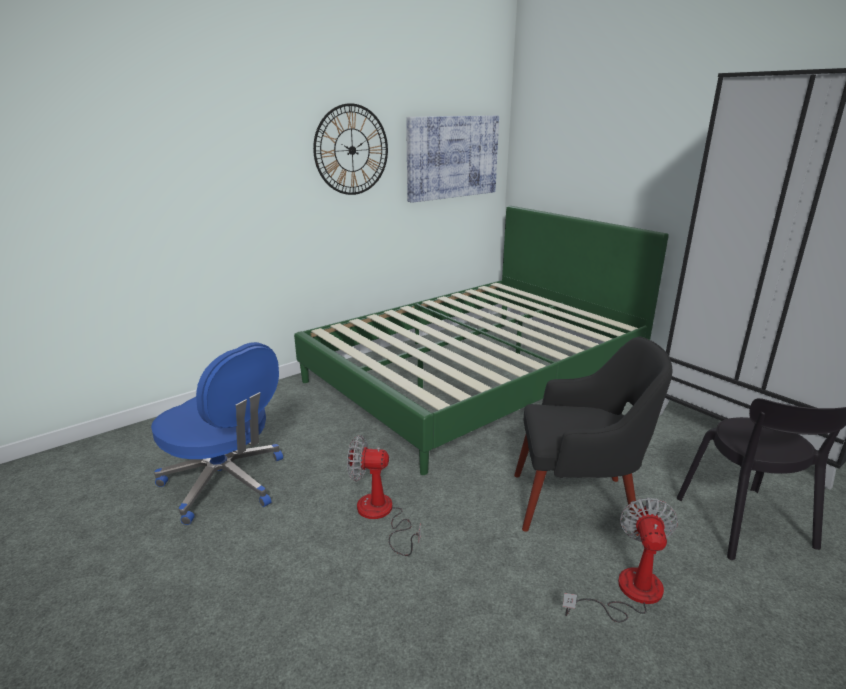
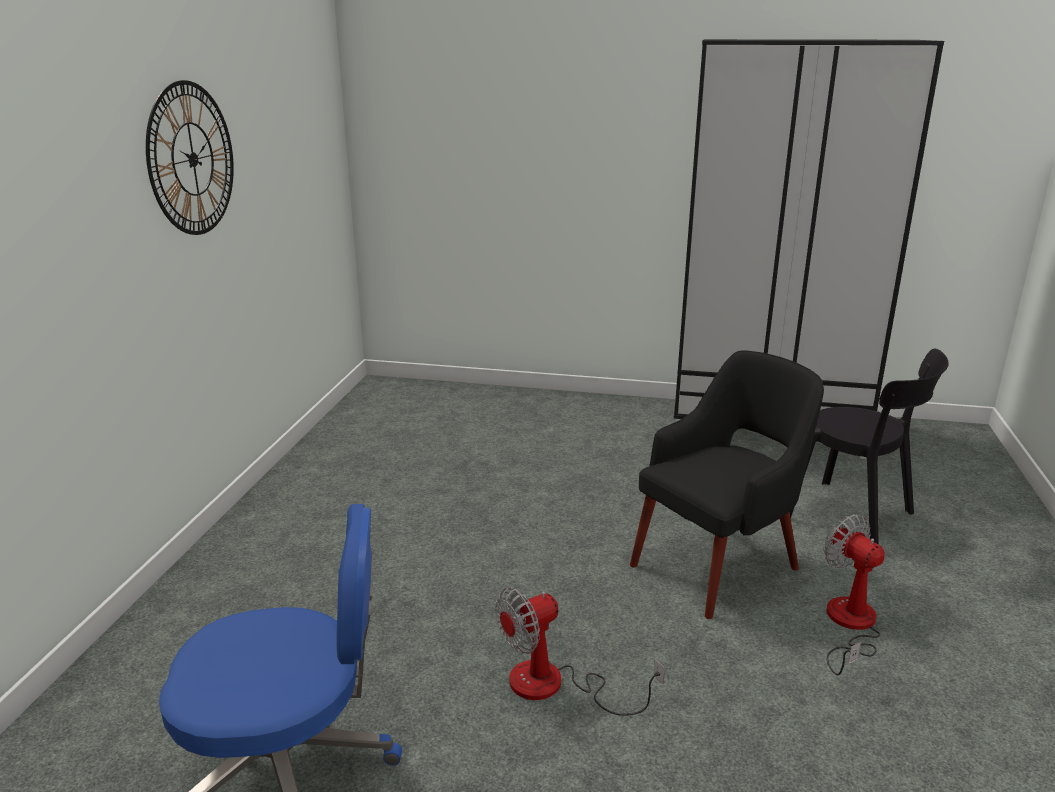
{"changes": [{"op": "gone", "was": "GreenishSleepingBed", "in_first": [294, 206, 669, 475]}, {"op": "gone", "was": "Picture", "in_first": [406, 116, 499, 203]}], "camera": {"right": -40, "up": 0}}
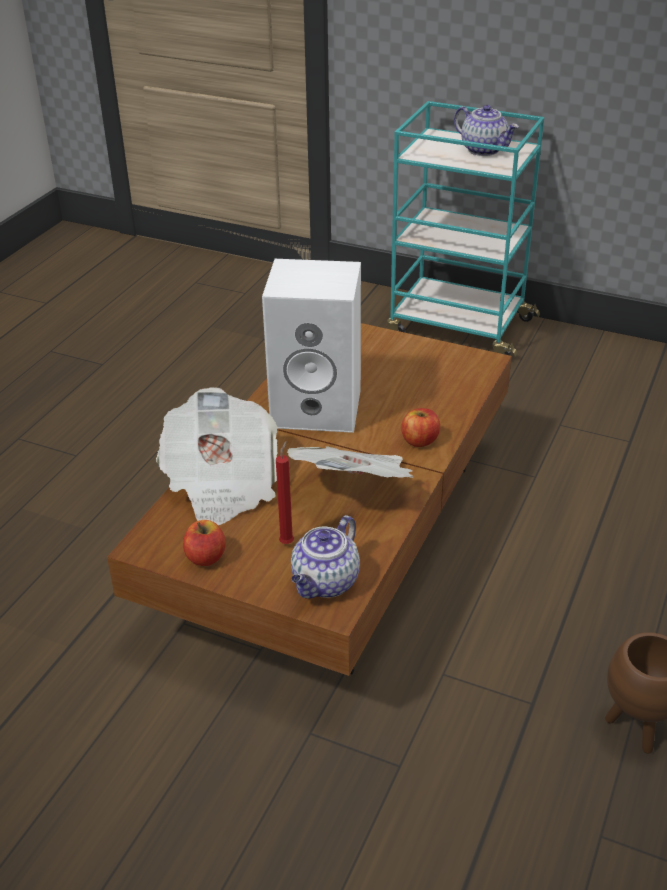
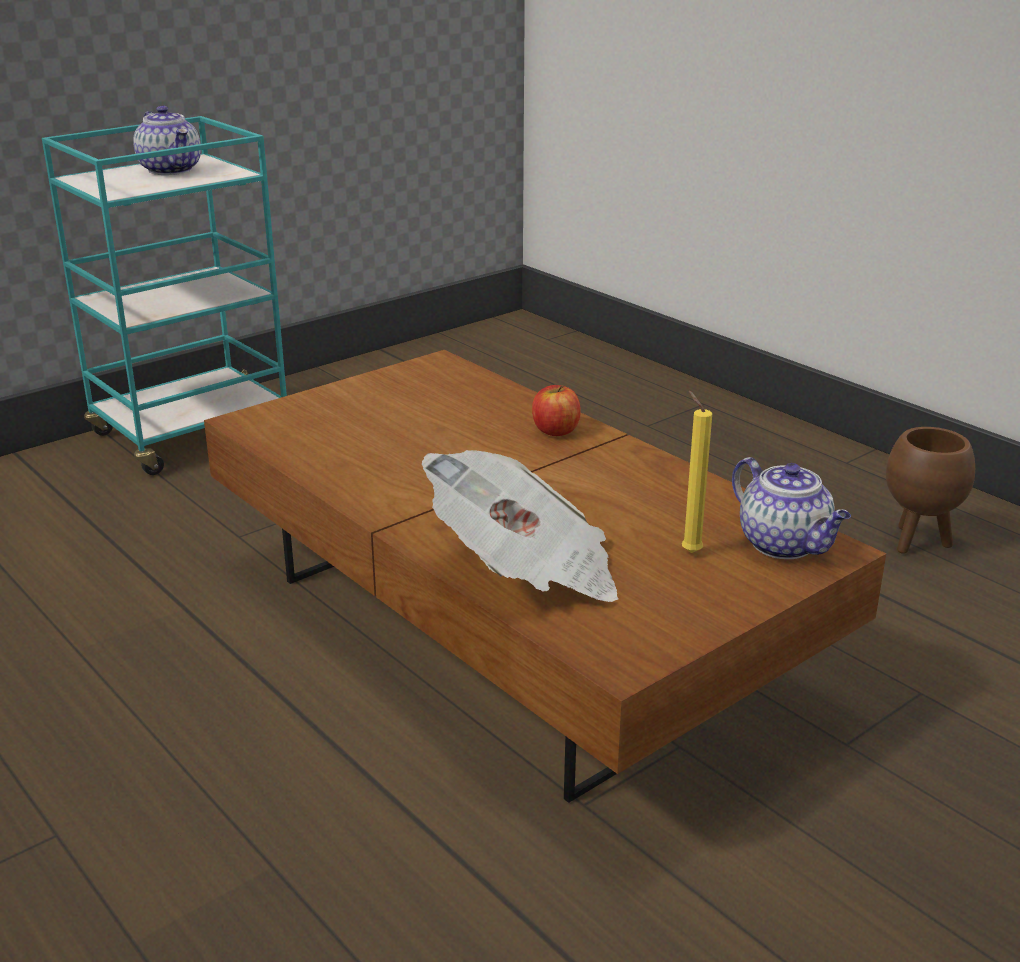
{"changes": [{"op": "rotated", "was": "TeaPot", "in_first": [454, 105, 519, 156], "in_second": [133, 105, 201, 175], "clockwise": 75}, {"op": "repainted", "was": "RedColouredWaxLight", "now": "YellowishWaxLight", "in_first": [276, 441, 294, 544], "in_second": [682, 391, 712, 553]}, {"op": "gone", "was": "Apple", "in_first": [183, 520, 226, 566]}, {"op": "gone", "was": "WhitishAudioSpeaker", "in_first": [262, 259, 361, 433]}, {"op": "gone", "was": "Newspaper", "in_first": [287, 447, 414, 478]}], "camera": {"right": -65, "up": -10}}
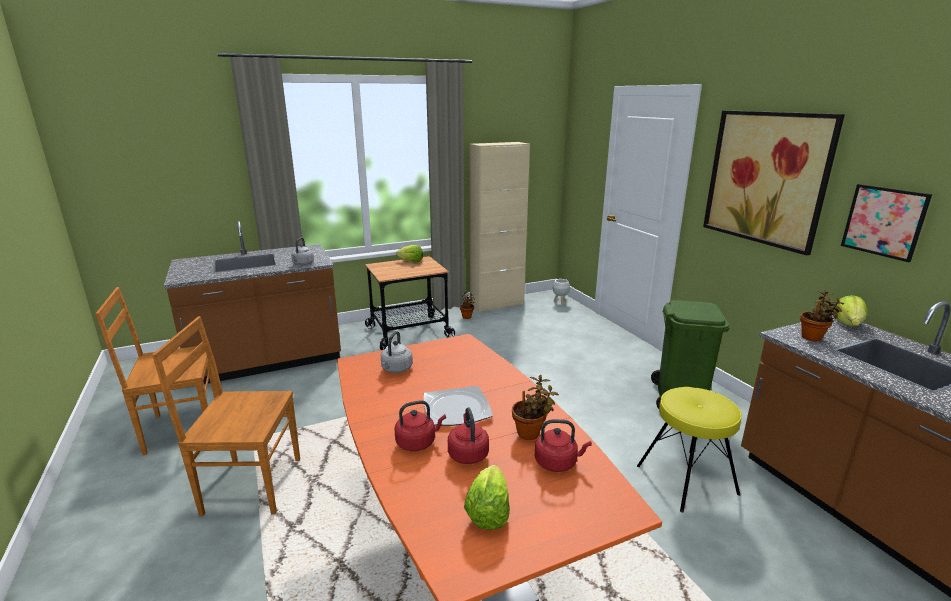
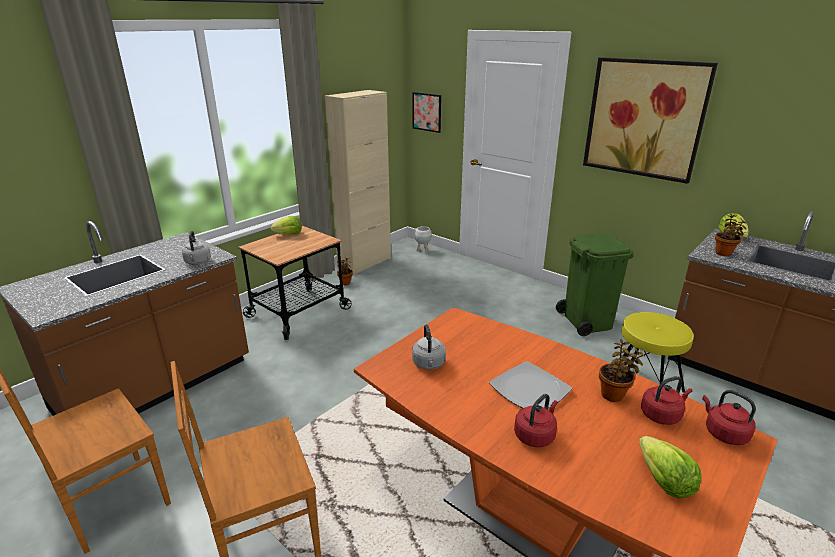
{"changes": [{"op": "shifted", "was": "Picture", "in_first": [841, 184, 932, 262], "in_second": [412, 92, 441, 133]}, {"op": "shifted", "was": "RedColouredKettle", "in_first": [448, 407, 489, 464], "in_second": [702, 390, 756, 445]}], "camera": {"right": -25, "up": 5}}
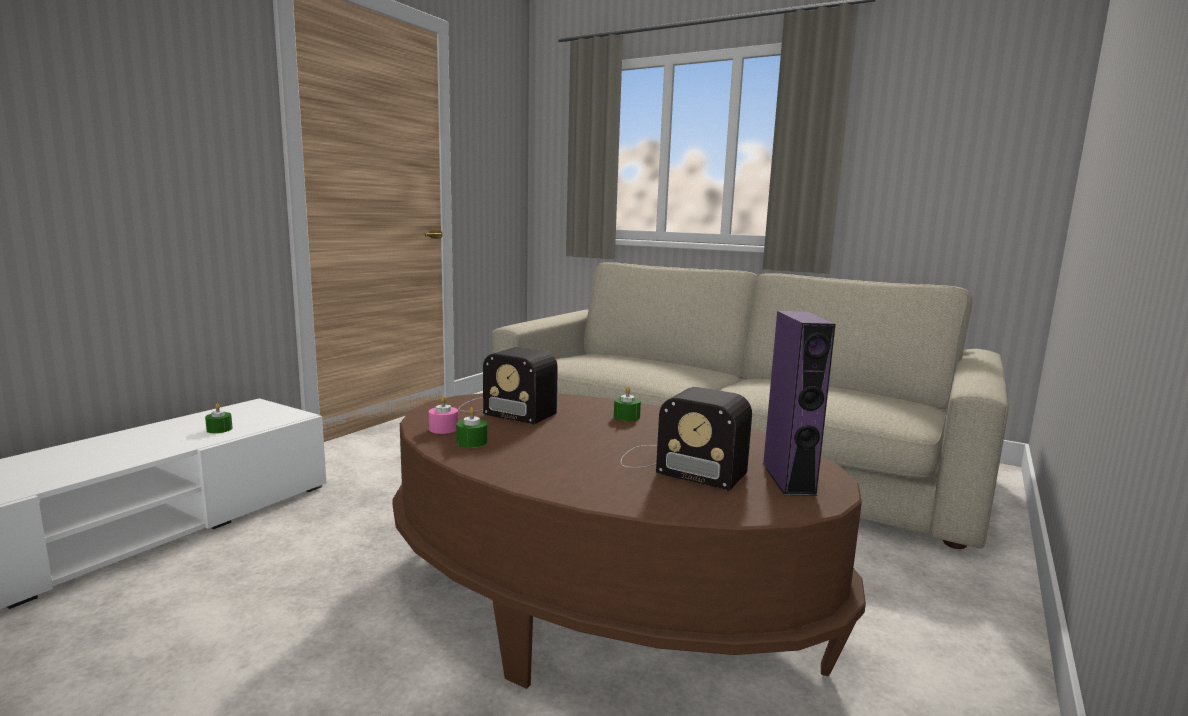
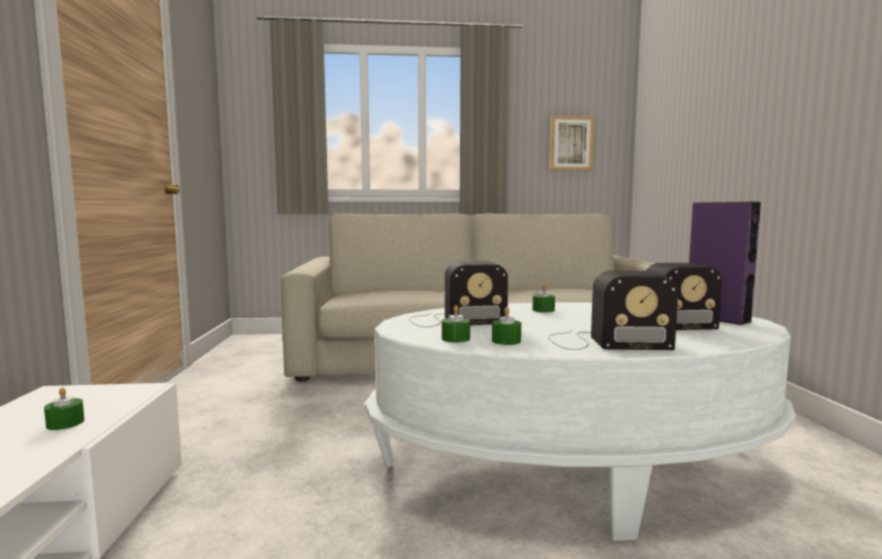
{"changes": [{"op": "repainted", "was": "BrownLoungeTable", "now": "WhitishLoungeTable", "in_first": [392, 393, 866, 689], "in_second": [365, 302, 796, 541]}, {"op": "repainted", "was": "PinkishWaxLight", "now": "GreenishWaxLight", "in_first": [429, 396, 458, 434], "in_second": [442, 305, 470, 343]}, {"op": "new", "now": "Picture", "in_second": [549, 116, 594, 170]}, {"op": "new", "now": "RadioReceiver", "in_second": [549, 271, 678, 350]}], "camera": {"right": -35, "up": -5}}
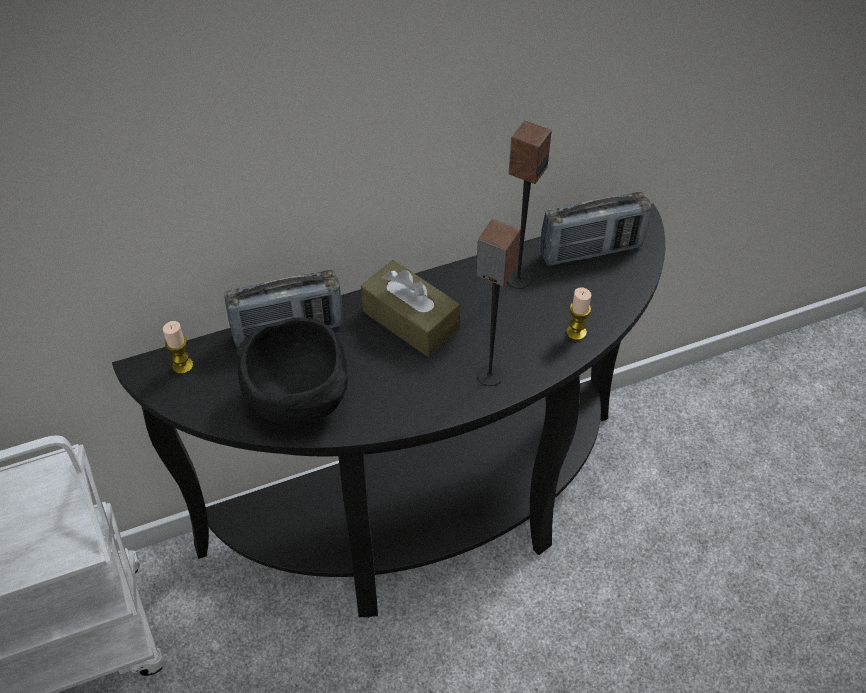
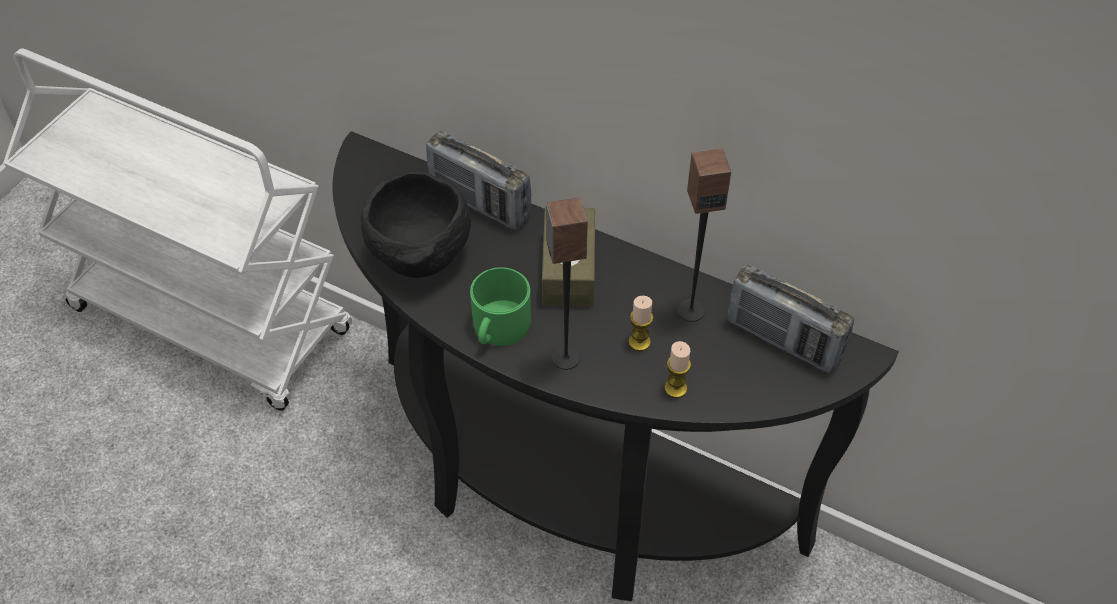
{"changes": [{"op": "new", "now": "GreenishTeaMug", "in_second": [470, 267, 531, 346]}, {"op": "shifted", "was": "WaxLight", "in_first": [163, 321, 193, 374], "in_second": [628, 296, 653, 351]}], "camera": {"right": 50, "up": 0}}
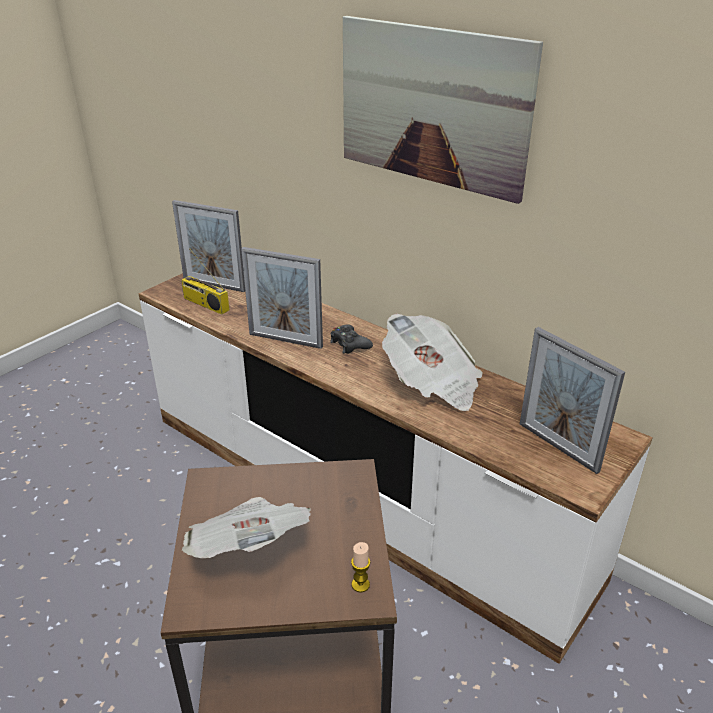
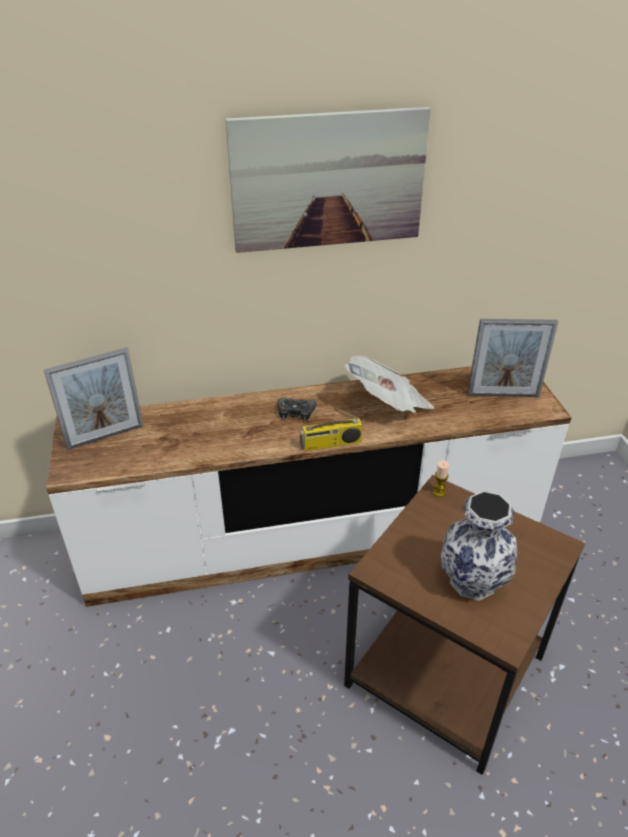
{"changes": [{"op": "shifted", "was": "RadioReceiver", "in_first": [181, 249, 230, 315], "in_second": [300, 397, 362, 451]}, {"op": "shifted", "was": "WaxLight", "in_first": [351, 542, 370, 593], "in_second": [433, 461, 449, 497]}, {"op": "swapped", "was": "Newspaper", "now": "FlowerVase", "in_first": [182, 497, 311, 558], "in_second": [441, 491, 517, 601]}, {"op": "gone", "was": "PhotoFrame", "in_first": [241, 247, 323, 349]}], "camera": {"right": -50, "up": 5}}
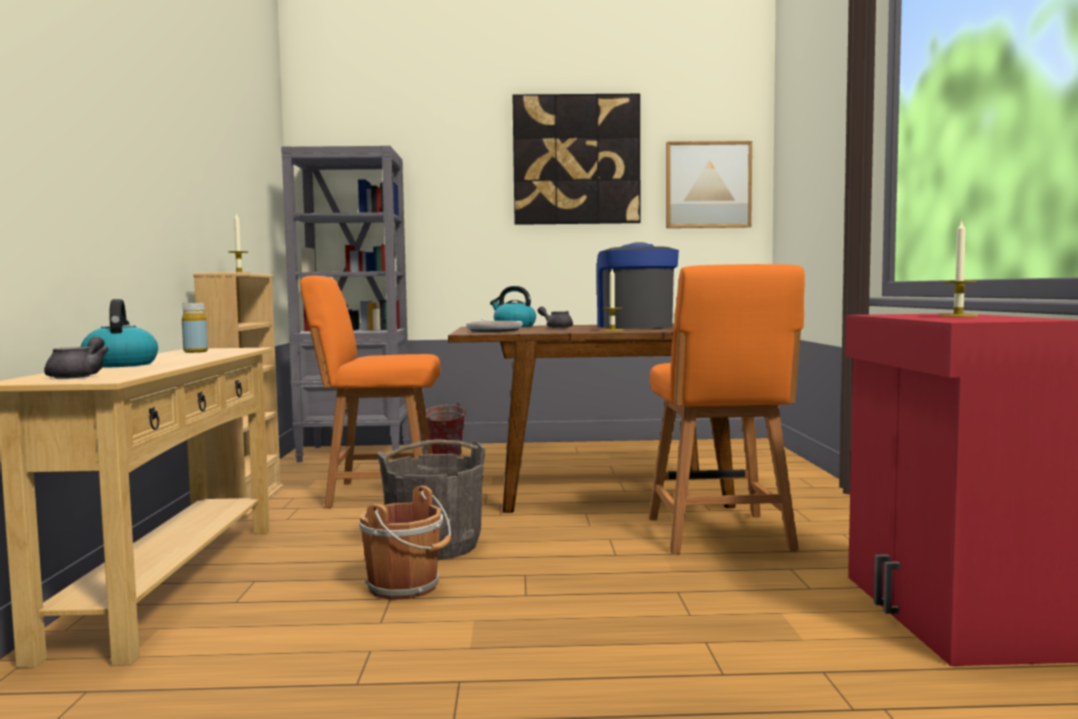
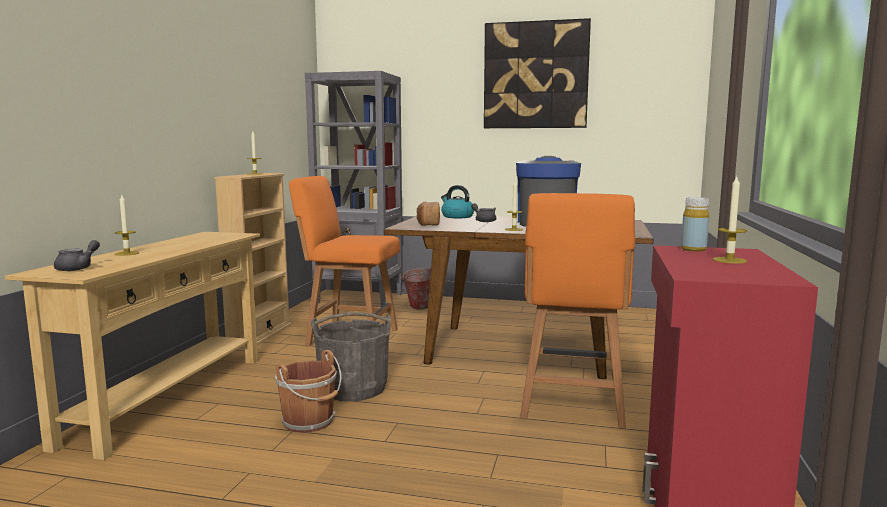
{"changes": [{"op": "swapped", "was": "Kettle", "now": "WaxLight", "in_first": [81, 299, 158, 368], "in_second": [115, 195, 140, 256]}, {"op": "swapped", "was": "Pan", "now": "BakedBread", "in_first": [466, 318, 523, 332], "in_second": [417, 202, 440, 226]}, {"op": "shifted", "was": "YellowishDrinkBottle", "in_first": [182, 303, 208, 353], "in_second": [681, 197, 709, 251]}, {"op": "gone", "was": "Picture", "in_first": [666, 141, 752, 228]}], "camera": {"right": 15, "up": 5}}
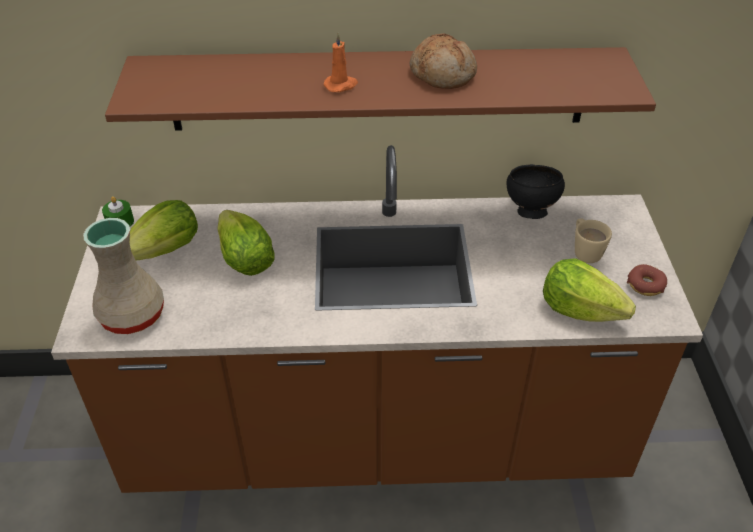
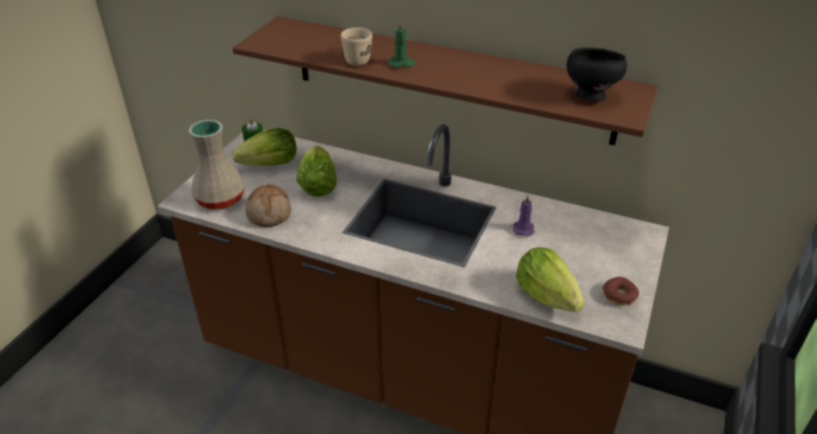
{"changes": [{"op": "shifted", "was": "BakedBread", "in_first": [410, 33, 477, 89], "in_second": [245, 184, 291, 227]}, {"op": "shifted", "was": "BeigeColouredTeaMug", "in_first": [575, 218, 612, 263], "in_second": [341, 27, 372, 66]}, {"op": "repainted", "was": "OrangeColouredWaxLight", "now": "GreenishWaxLight", "in_first": [324, 33, 358, 92], "in_second": [388, 21, 416, 67]}, {"op": "new", "now": "PurpleWaxLight", "in_second": [513, 196, 535, 236]}, {"op": "shifted", "was": "BlackColouredDeepDish", "in_first": [507, 164, 565, 219], "in_second": [567, 47, 627, 101]}], "camera": {"right": 25, "up": -5}}
